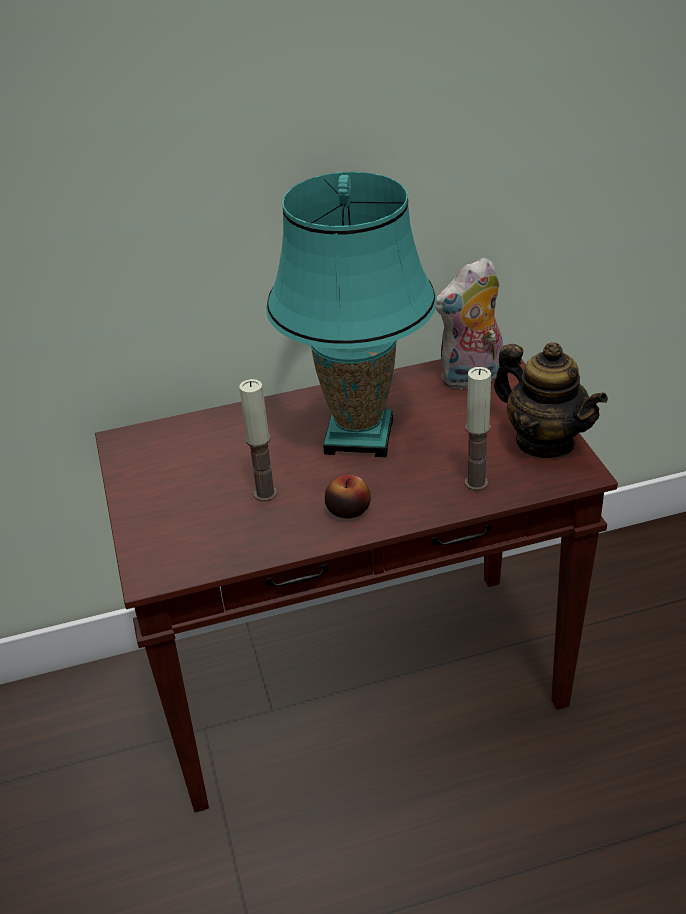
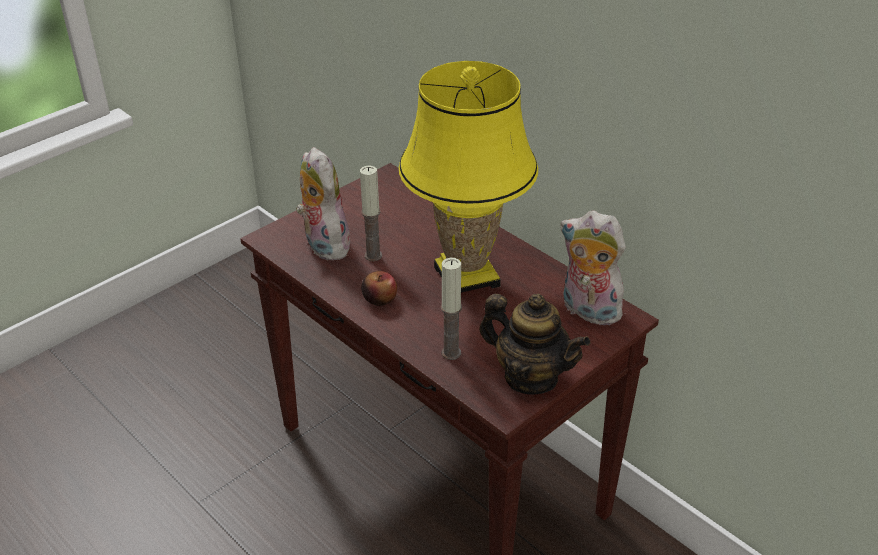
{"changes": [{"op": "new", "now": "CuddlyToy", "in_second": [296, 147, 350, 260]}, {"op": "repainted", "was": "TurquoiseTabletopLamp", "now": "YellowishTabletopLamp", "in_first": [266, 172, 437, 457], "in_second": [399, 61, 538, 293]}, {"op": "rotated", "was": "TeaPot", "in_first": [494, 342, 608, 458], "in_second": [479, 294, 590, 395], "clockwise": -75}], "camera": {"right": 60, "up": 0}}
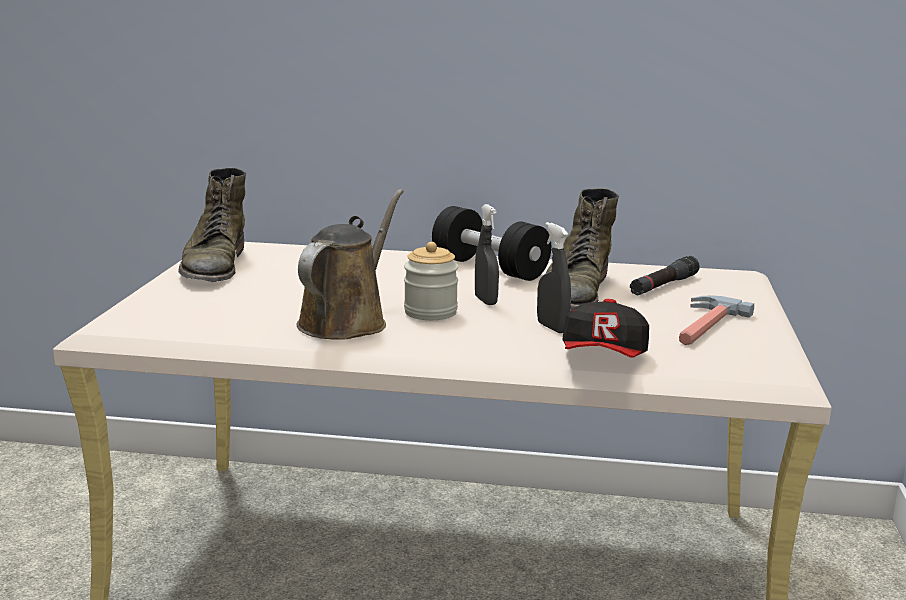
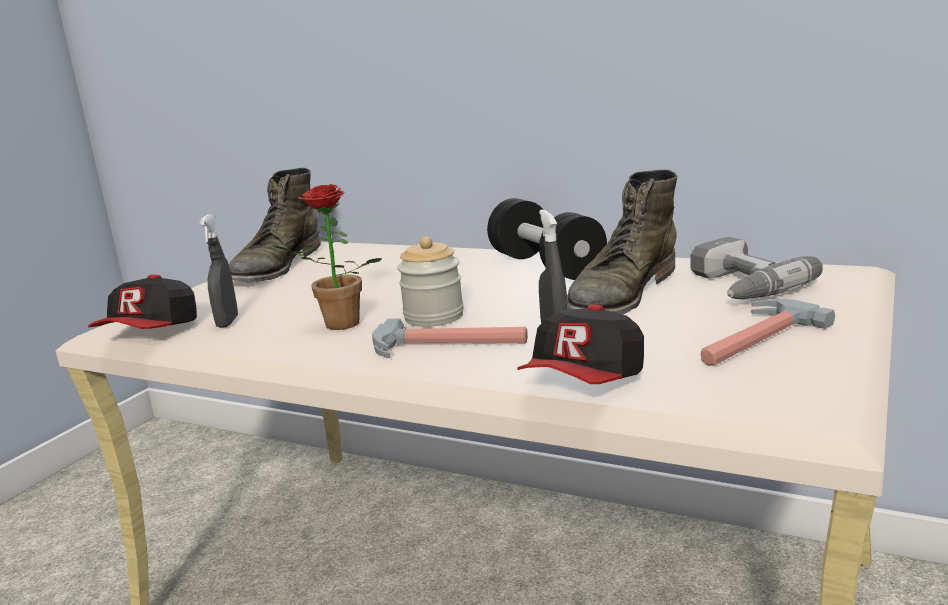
{"changes": [{"op": "new", "now": "PeakedCap", "in_second": [88, 275, 197, 329]}, {"op": "shifted", "was": "GreyishHandSprayer", "in_first": [475, 204, 499, 305], "in_second": [200, 214, 238, 328]}, {"op": "swapped", "was": "BrownWateringPot", "now": "Houseplant", "in_first": [296, 189, 403, 340], "in_second": [272, 184, 382, 330]}, {"op": "new", "now": "ToolHammer", "in_second": [372, 318, 528, 358]}, {"op": "swapped", "was": "BlackColouredTorch", "now": "ElectricDrill", "in_first": [630, 256, 700, 295], "in_second": [691, 237, 823, 300]}], "camera": {"right": 20, "up": 0}}
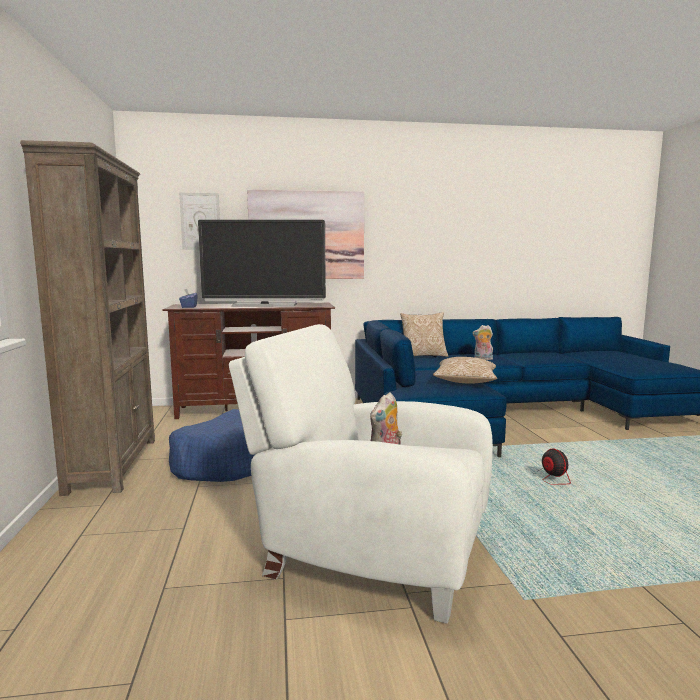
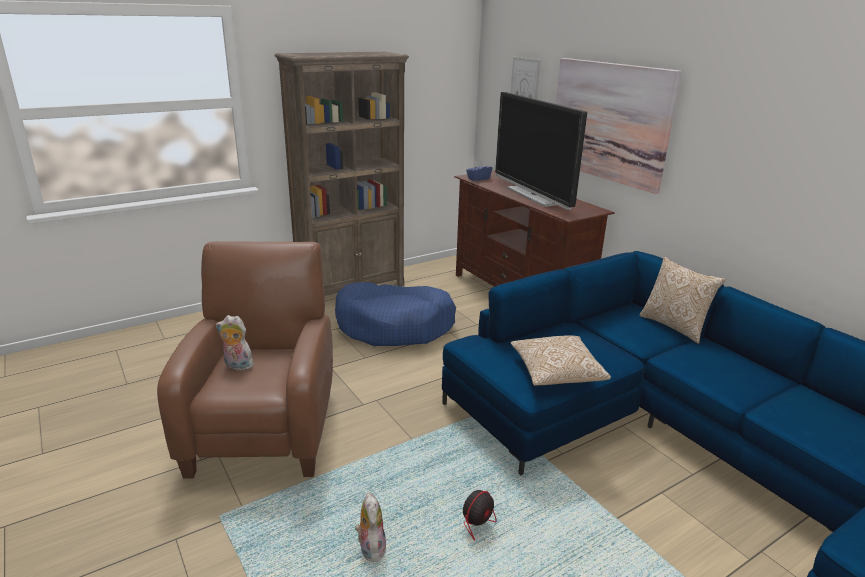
{"changes": [{"op": "repainted", "was": "WhitishEasyChair", "now": "BrownEasyChair", "in_first": [229, 324, 493, 624], "in_second": [157, 241, 333, 479]}, {"op": "shifted", "was": "CuddlyToy", "in_first": [472, 325, 493, 360], "in_second": [355, 492, 386, 562]}], "camera": {"right": 65, "up": 15}}
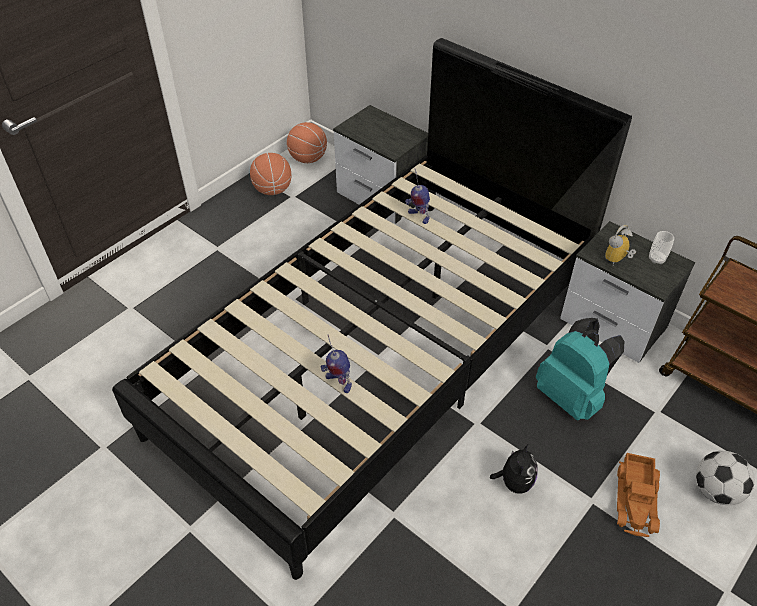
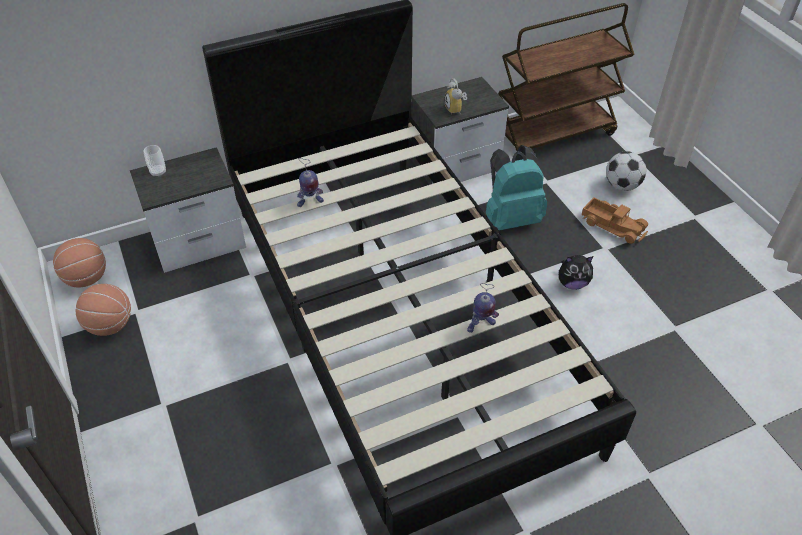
{"changes": [{"op": "shifted", "was": "SmallCup", "in_first": [649, 231, 674, 264], "in_second": [144, 145, 166, 177]}, {"op": "rotated", "was": "CuddlyToy", "in_first": [490, 443, 538, 494], "in_second": [559, 255, 593, 290], "clockwise": 135}], "camera": {"right": -65, "up": 0}}
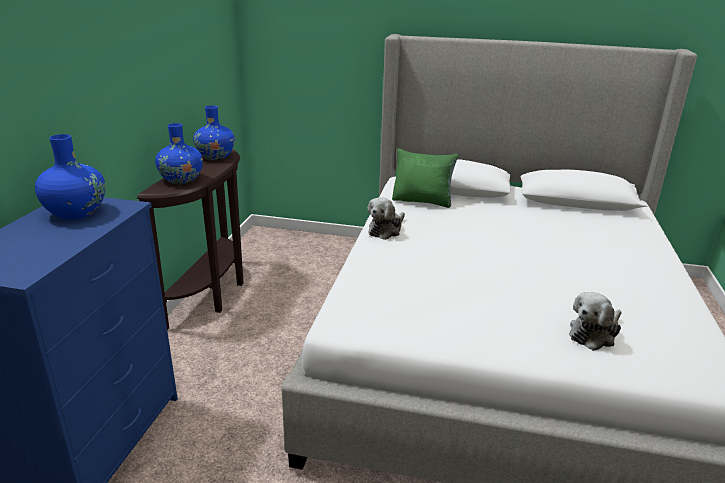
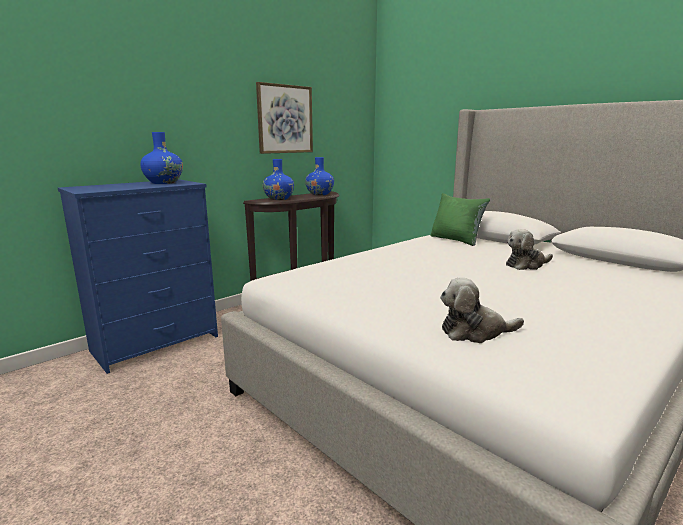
{"changes": [{"op": "new", "now": "Picture", "in_second": [256, 82, 313, 154]}, {"op": "shifted", "was": "CuddlyToy", "in_first": [367, 197, 405, 240], "in_second": [506, 229, 553, 270]}], "camera": {"right": 35, "up": -10}}
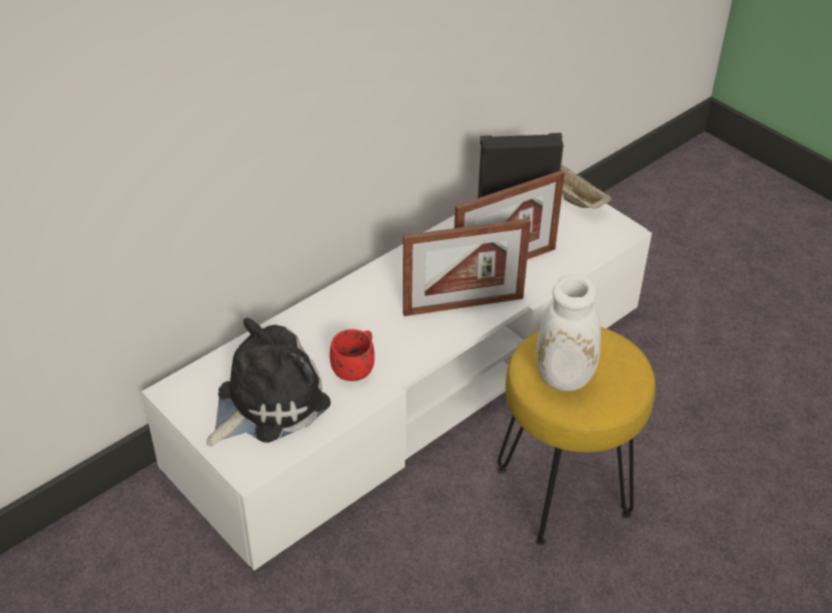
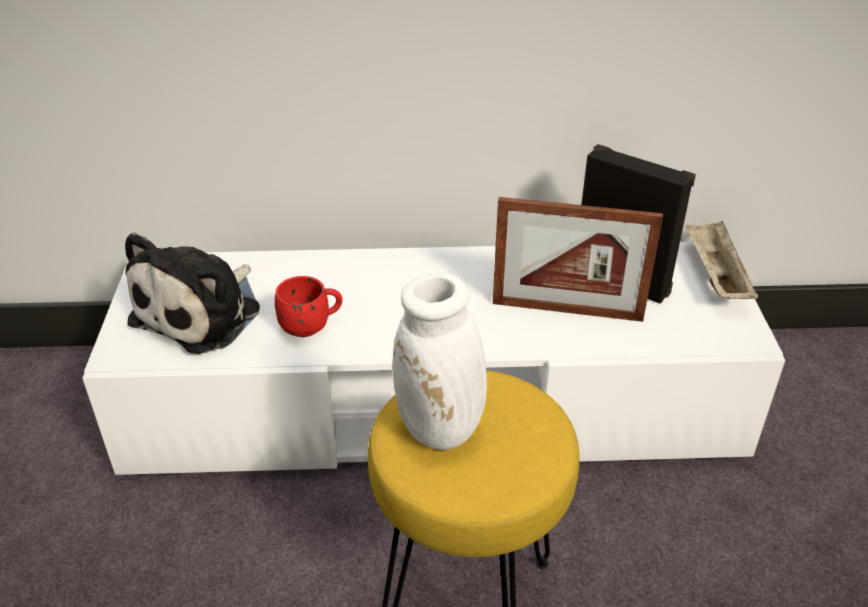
{"changes": [{"op": "rotated", "was": "CuddlyToy", "in_first": [206, 318, 331, 447], "in_second": [125, 232, 260, 354], "clockwise": 120}, {"op": "gone", "was": "PhotoFrame", "in_first": [403, 218, 531, 316]}], "camera": {"right": 40, "up": -5}}
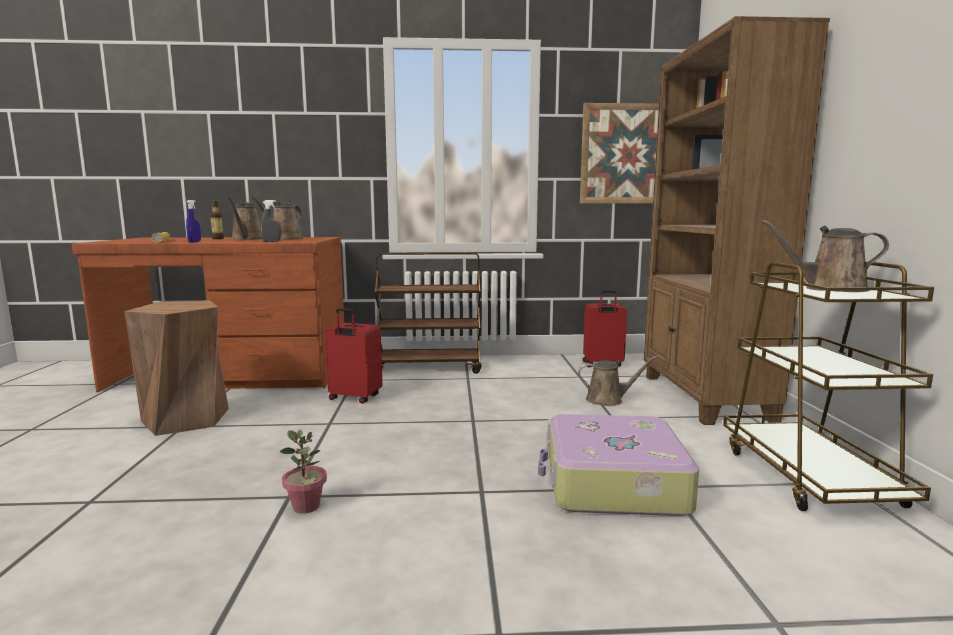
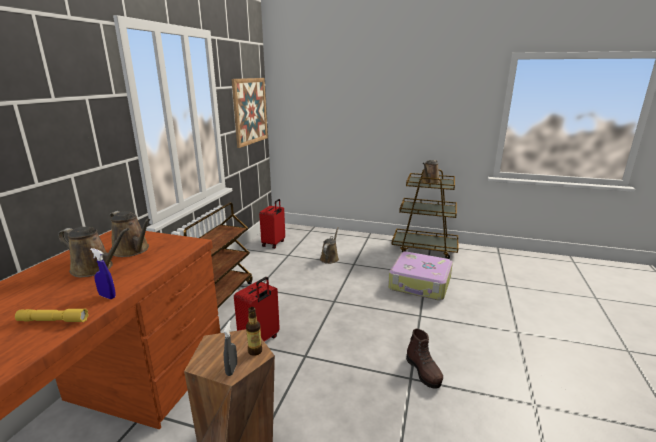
{"changes": [{"op": "shifted", "was": "GreyishHandSprayer", "in_first": [261, 200, 280, 242], "in_second": [223, 320, 237, 376]}, {"op": "shifted", "was": "DrinkBottle", "in_first": [210, 200, 224, 239], "in_second": [246, 307, 262, 356]}, {"op": "swapped", "was": "Houseplant", "now": "BrownHighTopBoot", "in_first": [279, 429, 327, 514], "in_second": [406, 329, 443, 389]}, {"op": "gone", "was": "BrownBookcase", "in_first": [644, 16, 830, 425]}], "camera": {"right": -70, "up": 10}}
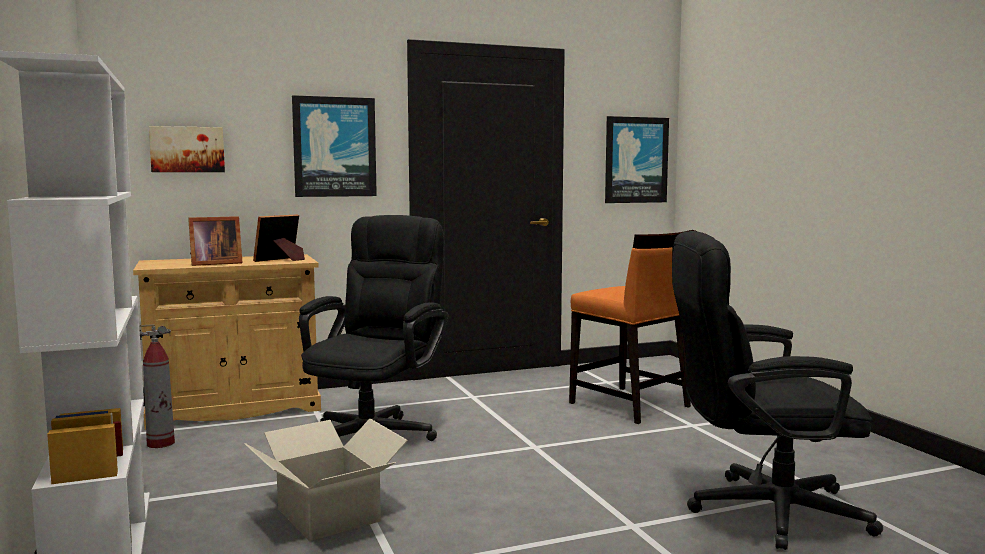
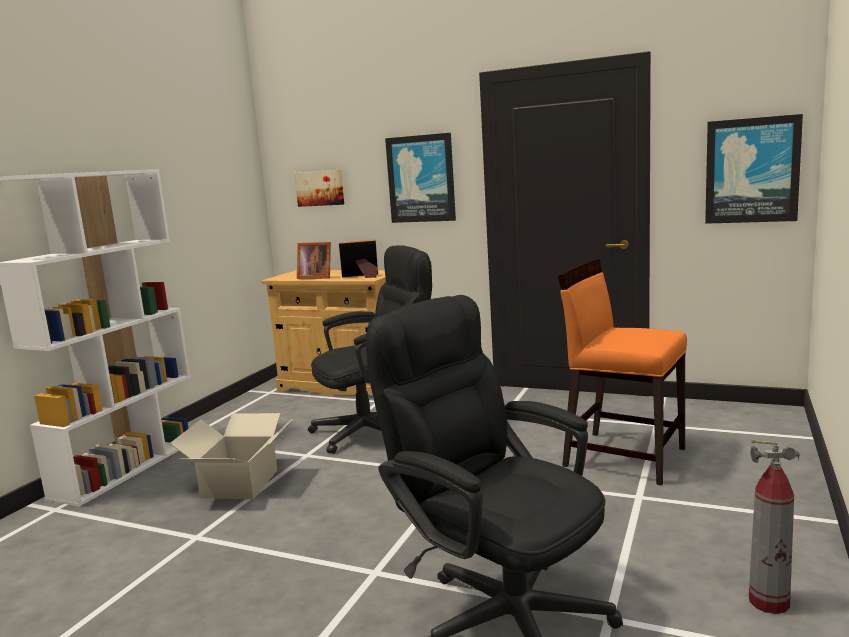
{"changes": [{"op": "rotated", "was": "OrangeColouredUprightChair", "in_first": [569, 230, 695, 424], "in_second": [558, 259, 687, 486], "clockwise": 120}, {"op": "shifted", "was": "FireExtinguisher", "in_first": [139, 324, 175, 448], "in_second": [749, 440, 801, 614]}], "camera": {"right": 45, "up": 5}}
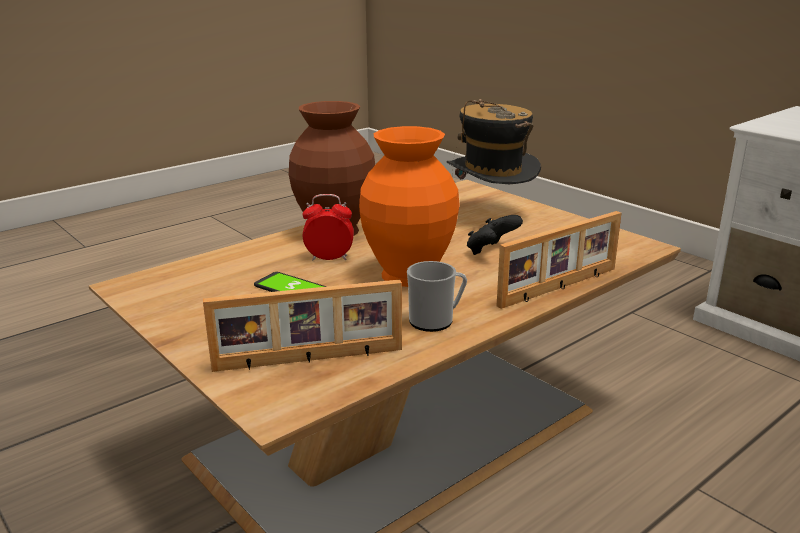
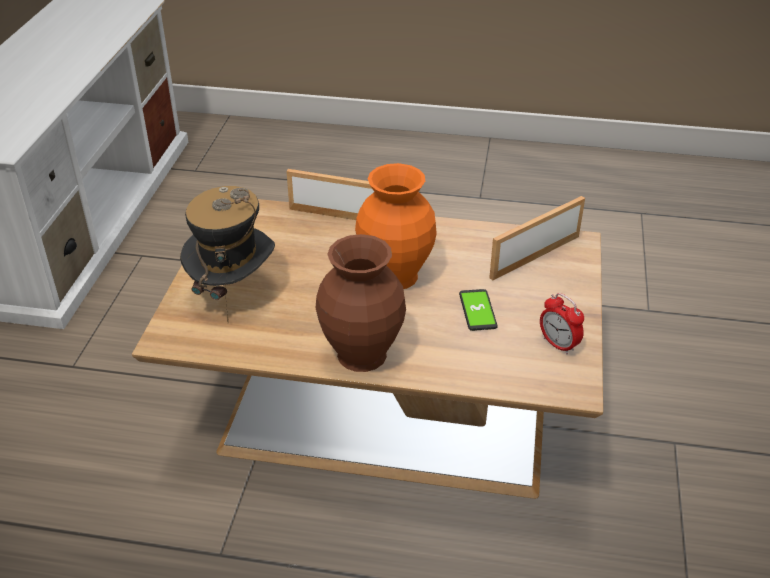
{"changes": [{"op": "rotated", "was": "PhotoFrame", "in_first": [203, 280, 402, 372], "in_second": [489, 196, 585, 280], "clockwise": -75}, {"op": "shifted", "was": "TableClock", "in_first": [303, 194, 354, 260], "in_second": [540, 293, 584, 355]}, {"op": "gone", "was": "TeaMug", "in_first": [407, 261, 467, 332]}, {"op": "gone", "was": "BlackColouredGameController", "in_first": [467, 215, 523, 255]}], "camera": {"right": -130, "up": 15}}
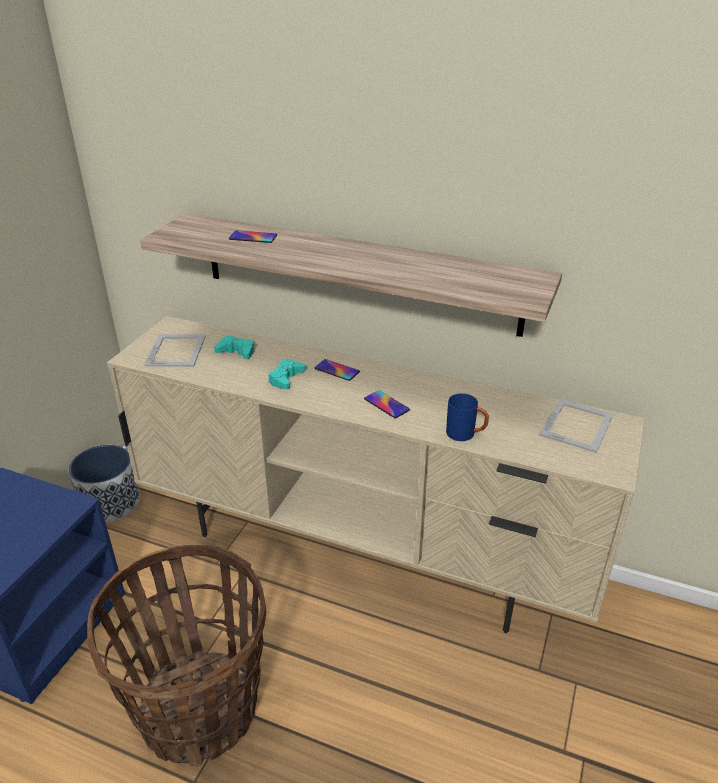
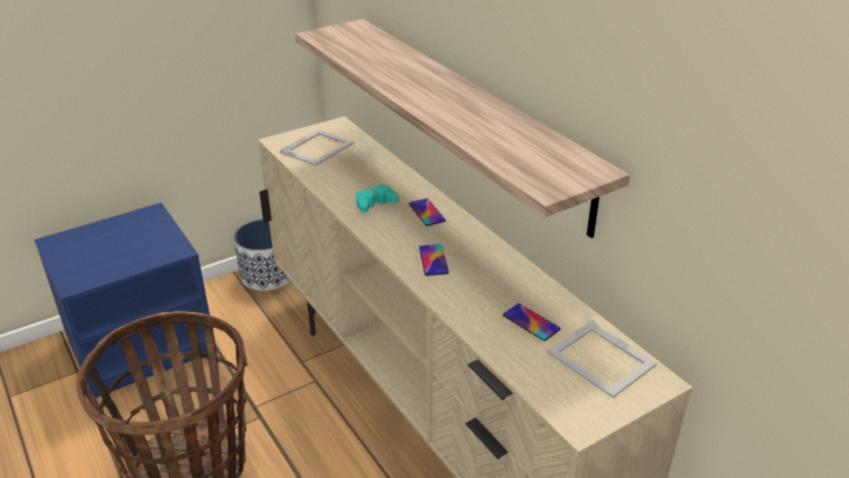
{"changes": [{"op": "shifted", "was": "Phone", "in_first": [229, 230, 277, 243], "in_second": [503, 304, 561, 341]}, {"op": "rotated", "was": "PhotoFrame", "in_first": [539, 399, 613, 453], "in_second": [547, 319, 657, 398], "clockwise": 75}, {"op": "gone", "was": "TurquoiseGameController", "in_first": [214, 335, 254, 359]}, {"op": "gone", "was": "BluishTeaMug", "in_first": [446, 393, 489, 441]}], "camera": {"right": 35, "up": 0}}
